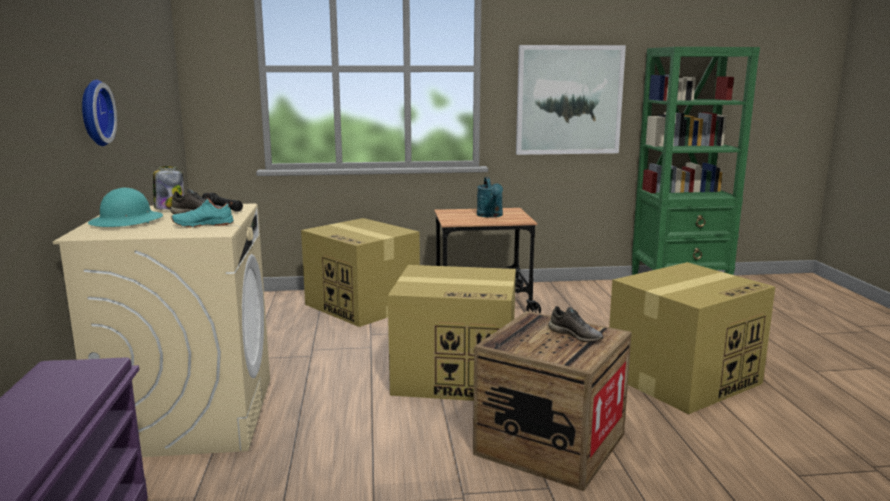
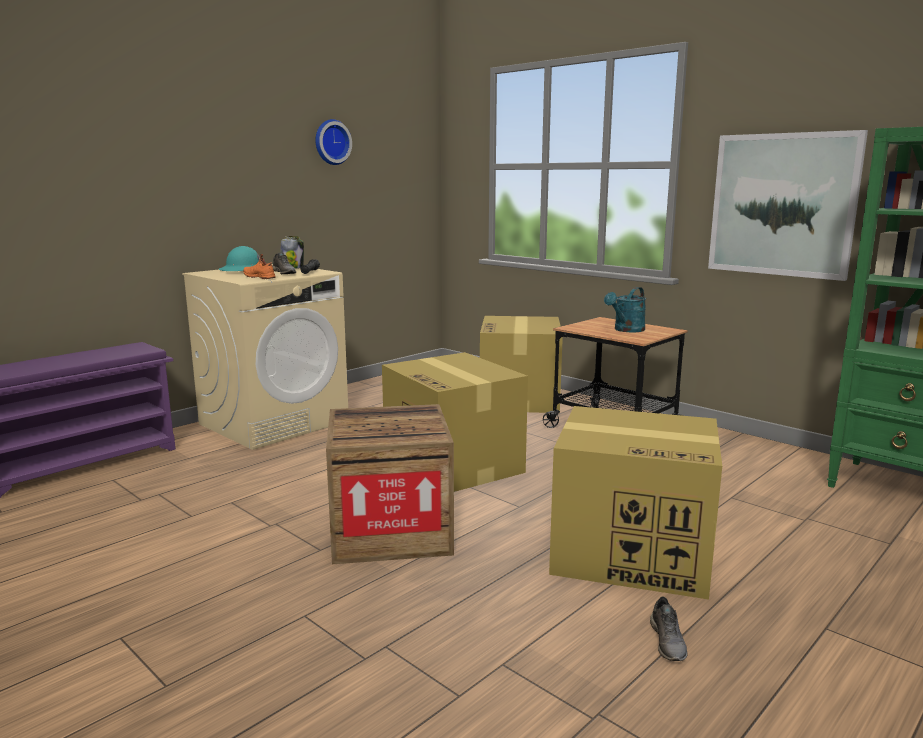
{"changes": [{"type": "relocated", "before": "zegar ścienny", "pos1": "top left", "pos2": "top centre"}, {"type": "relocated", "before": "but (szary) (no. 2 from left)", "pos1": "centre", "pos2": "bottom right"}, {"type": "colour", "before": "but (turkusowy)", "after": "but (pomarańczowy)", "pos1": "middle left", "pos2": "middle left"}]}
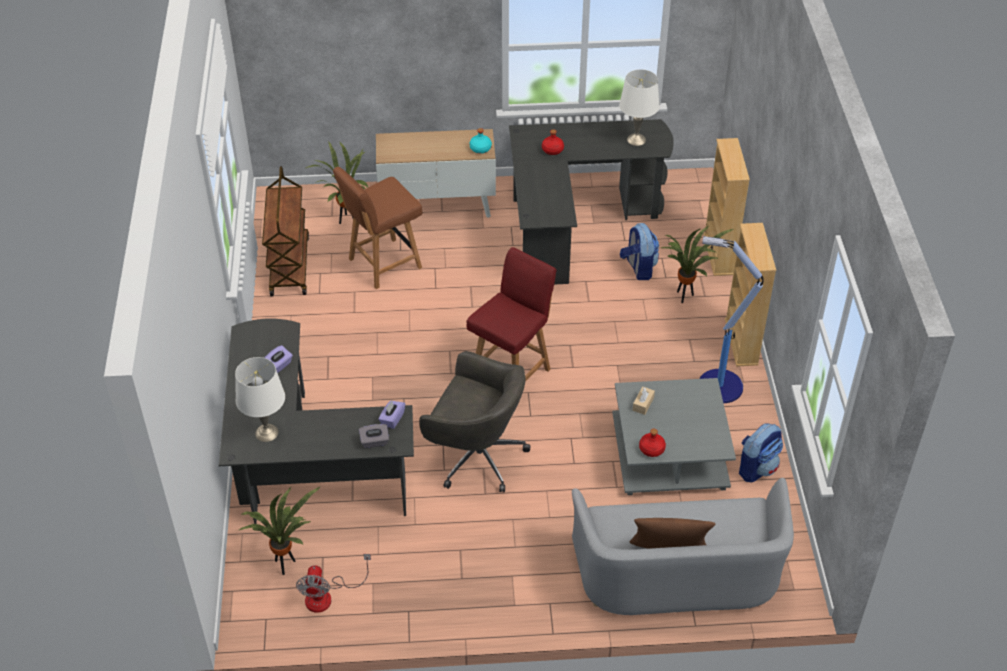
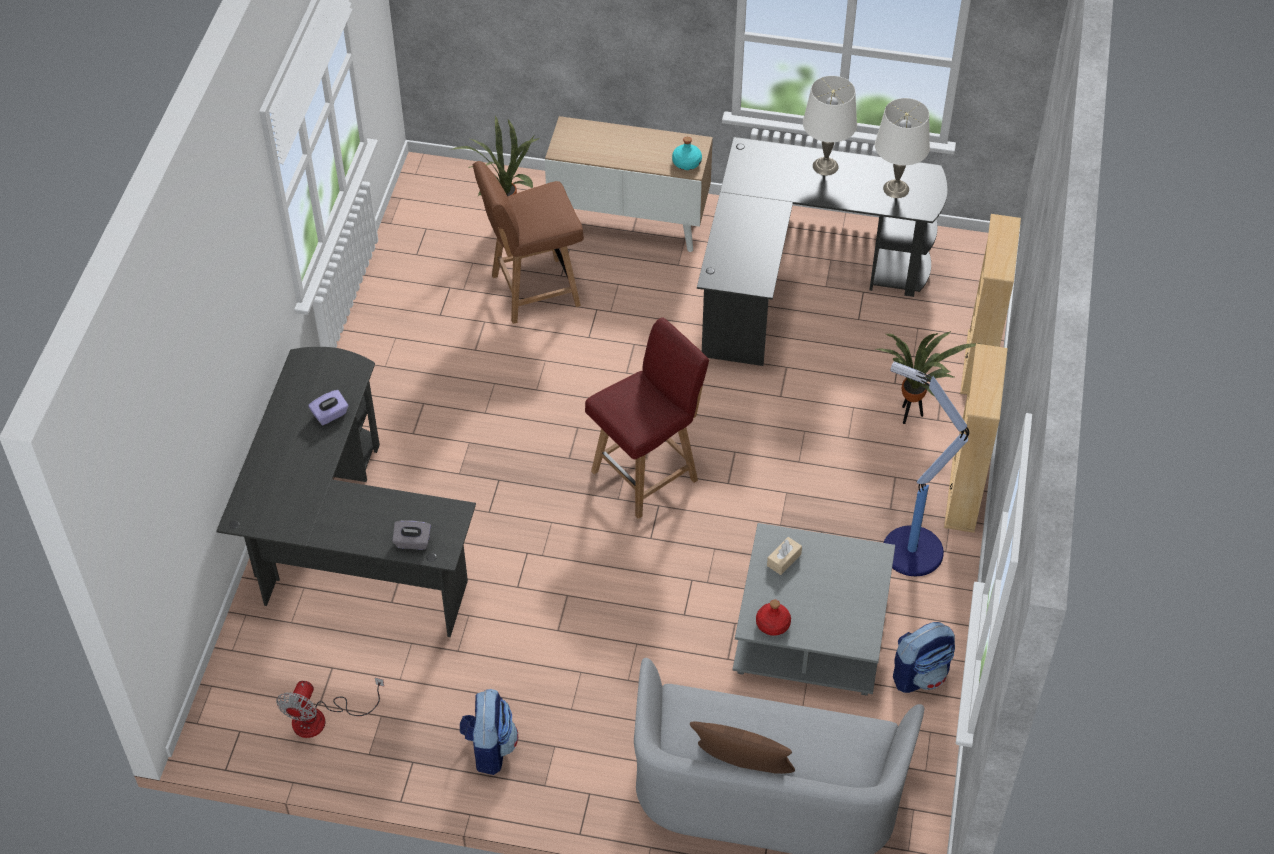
{"changes": [{"type": "missing", "before": "roślina doniczkowa (no. 1 from left)", "pos1": "bottom left"}, {"type": "missing", "before": "wózek (brązowy)", "pos1": "middle left"}, {"type": "missing", "before": "pudełko chusteczek (fioletowy) (no. 2 from left)", "pos1": "centre"}, {"type": "missing", "before": "krzesło biurowe (szary)", "pos1": "centre"}, {"type": "missing", "before": "butelka (czerwony) (no. 1 from left)", "pos1": "top centre"}, {"type": "relocated", "before": "lampa stołowa (biały) (no. 1 from left)", "pos1": "middle left", "pos2": "top centre"}, {"type": "relocated", "before": "plecak (no. 1 from left)", "pos1": "centre", "pos2": "bottom centre"}]}
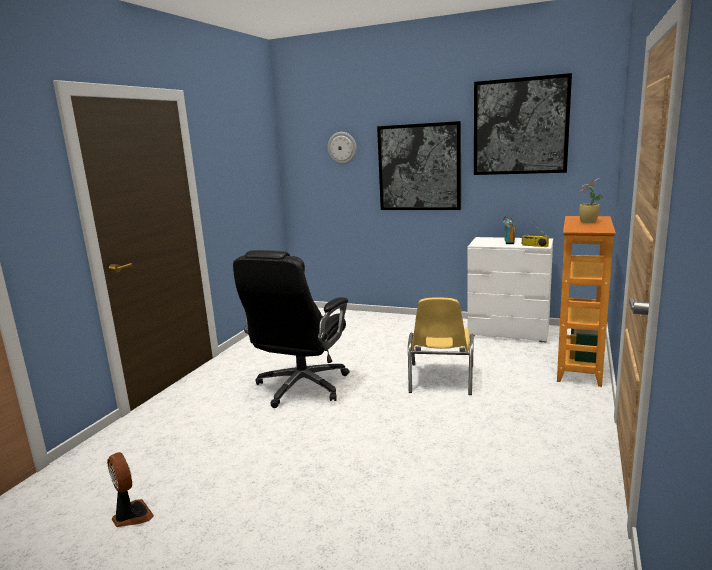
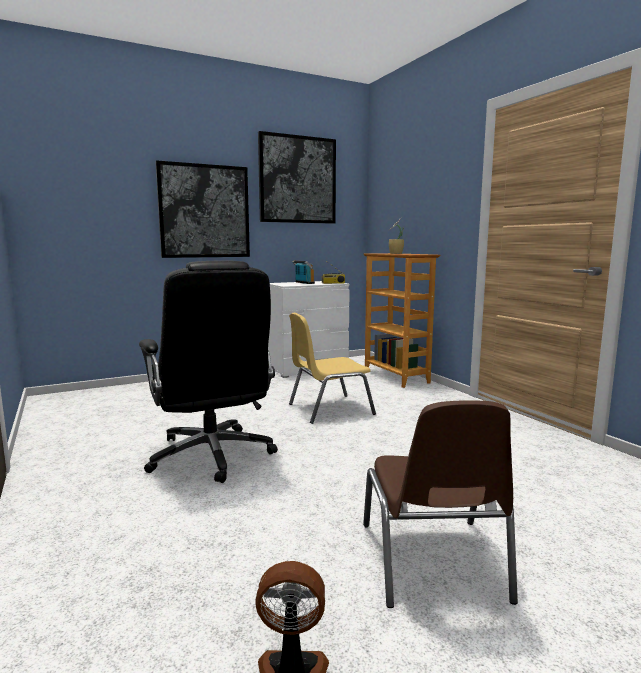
{"changes": [{"type": "missing", "before": "zegar ścienny", "pos1": "top centre"}, {"type": "appeared", "after": "krzesło (brązowy)", "pos2": "bottom right"}, {"type": "spun", "before": "krzesło (żółty)", "pos1": "centre", "pos2": "centre", "turn": 105}]}
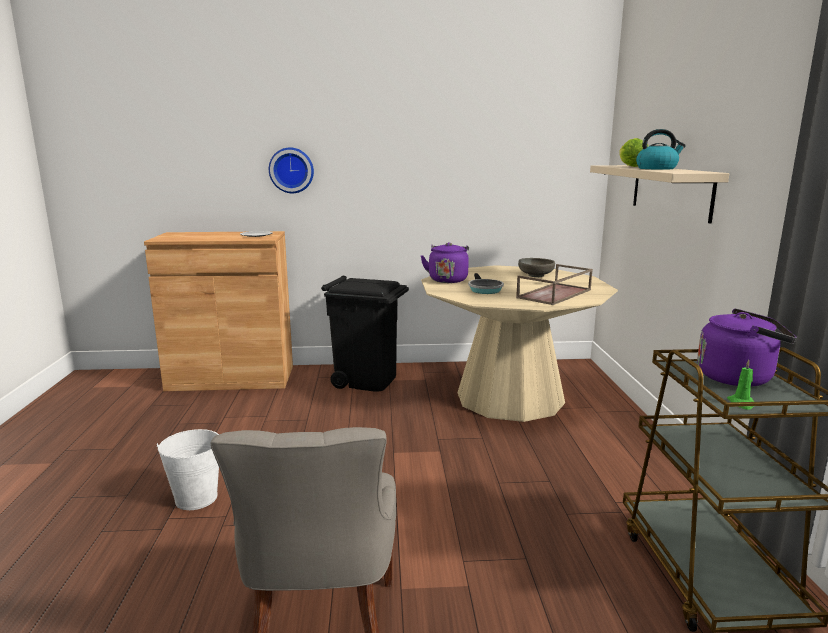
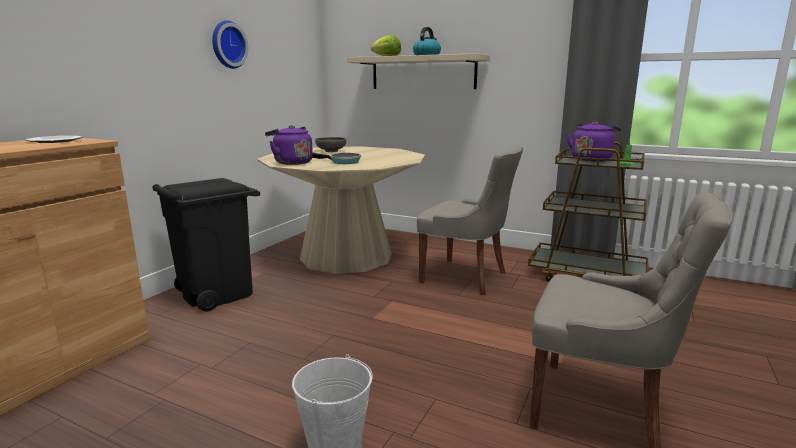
{"changes": [{"type": "missing", "before": "taca (brązowy)", "pos1": "middle right"}, {"type": "appeared", "after": "krzesło (szary) (no. 1 from left)", "pos2": "centre"}, {"type": "relocated", "before": "zegar ścienny", "pos1": "top centre", "pos2": "top left"}]}
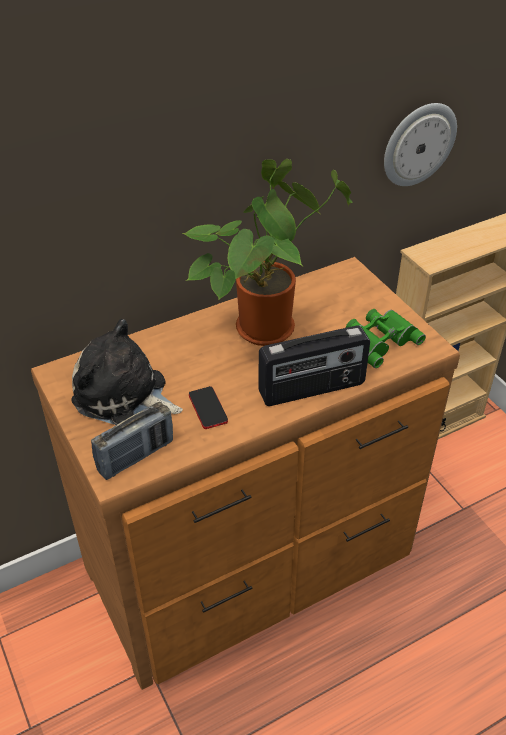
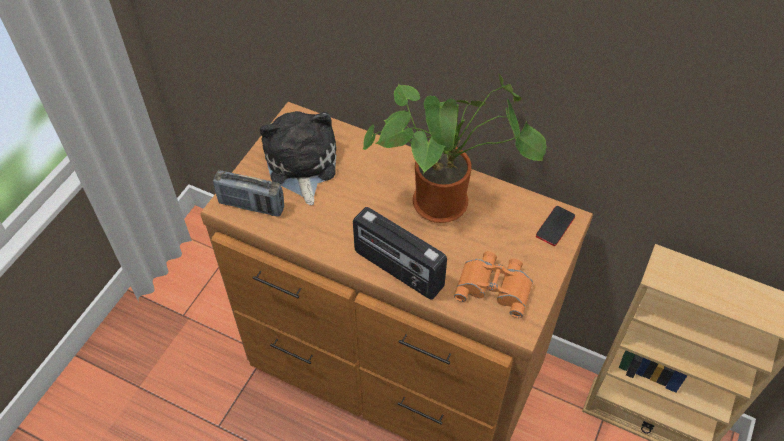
{"changes": [{"type": "missing", "before": "zegar ścienny", "pos1": "top right"}, {"type": "relocated", "before": "telefon", "pos1": "centre", "pos2": "middle right"}, {"type": "colour", "before": "lornetka (zielony)", "after": "lornetka (pomarańczowy)", "pos1": "middle right", "pos2": "centre"}]}
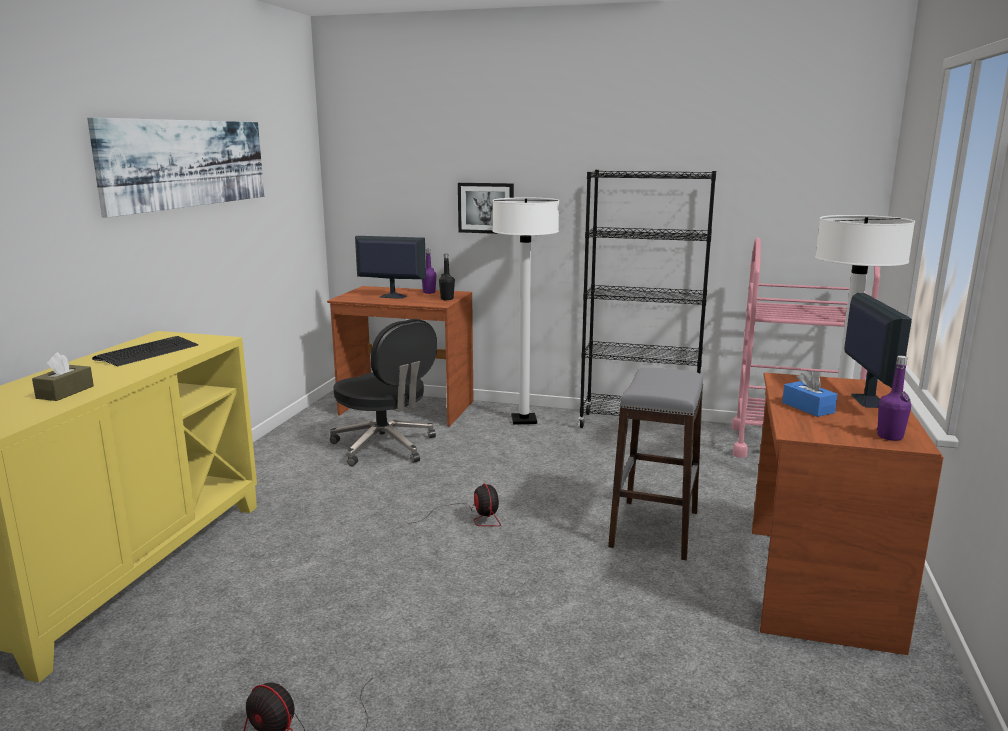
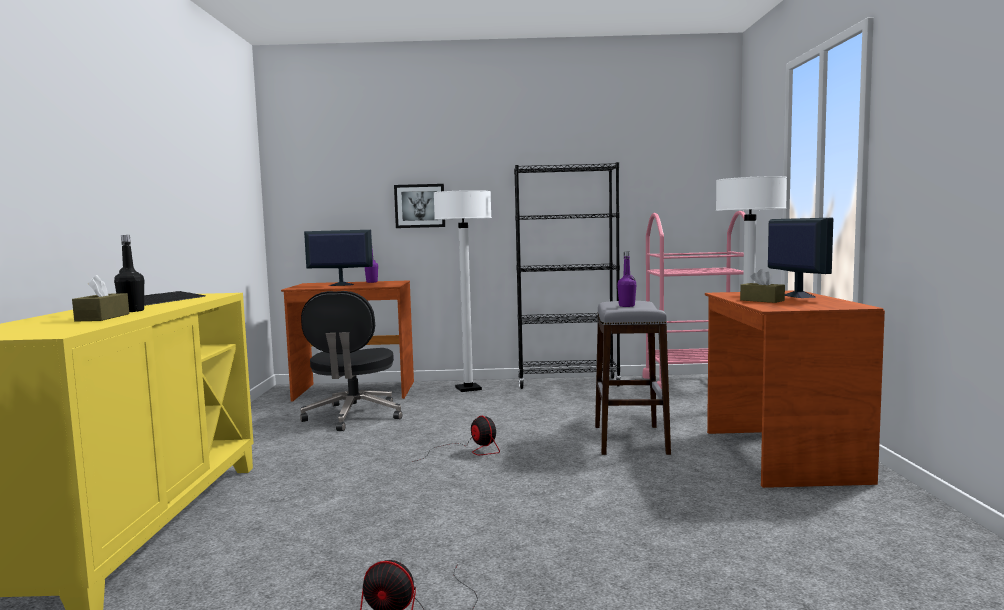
{"changes": [{"type": "missing", "before": "obraz (no. 1 from left)", "pos1": "top left"}, {"type": "relocated", "before": "butelka (czarny)", "pos1": "centre", "pos2": "middle left"}, {"type": "relocated", "before": "butelka (fioletowy) (no. 2 from left)", "pos1": "middle right", "pos2": "centre"}, {"type": "colour", "before": "pudełko chusteczek (niebieski)", "after": "pudełko chusteczek (brązowy) (no. 2 from left)", "pos1": "middle right", "pos2": "middle right"}, {"type": "spun", "before": "krzesło biurowe (czarny)", "pos1": "centre", "pos2": "centre", "turn": 60}]}
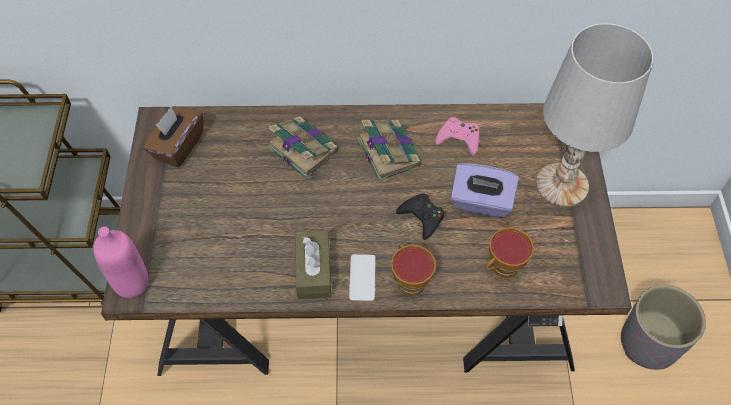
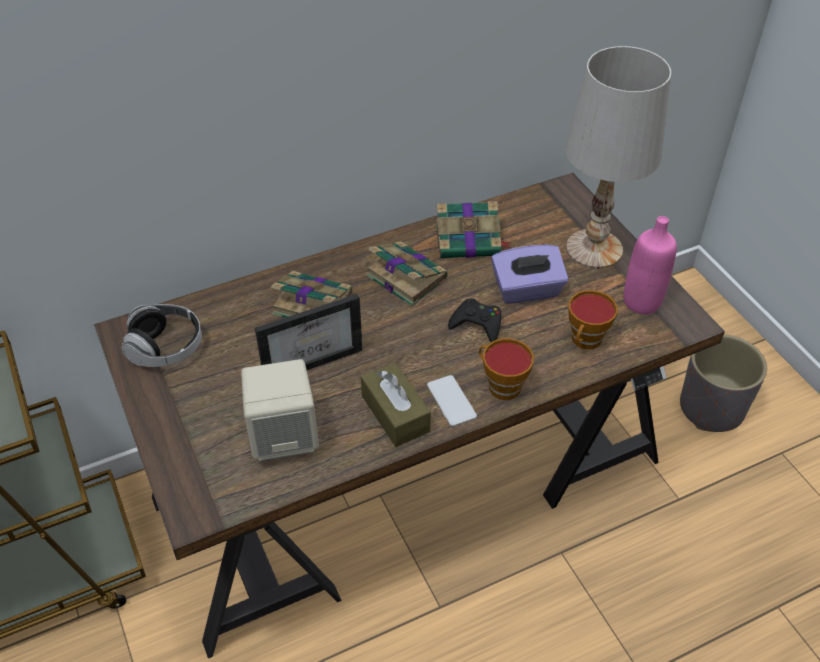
{"changes": [{"type": "appeared", "after": "głośnik (beżowy)", "pos2": "centre"}, {"type": "appeared", "after": "ramka na zdjęcie", "pos2": "centre"}, {"type": "relocated", "before": "butelka (różowy)", "pos1": "middle left", "pos2": "middle right"}, {"type": "exchanged", "before": "pudełko chusteczek (brązowy) (no. 1 from left)", "after": "słuchawki", "pos1": "middle left", "pos2": "middle left"}, {"type": "exchanged", "before": "pad do gier (różowy)", "after": "książka (no. 3 from left)", "pos1": "centre", "pos2": "centre"}]}
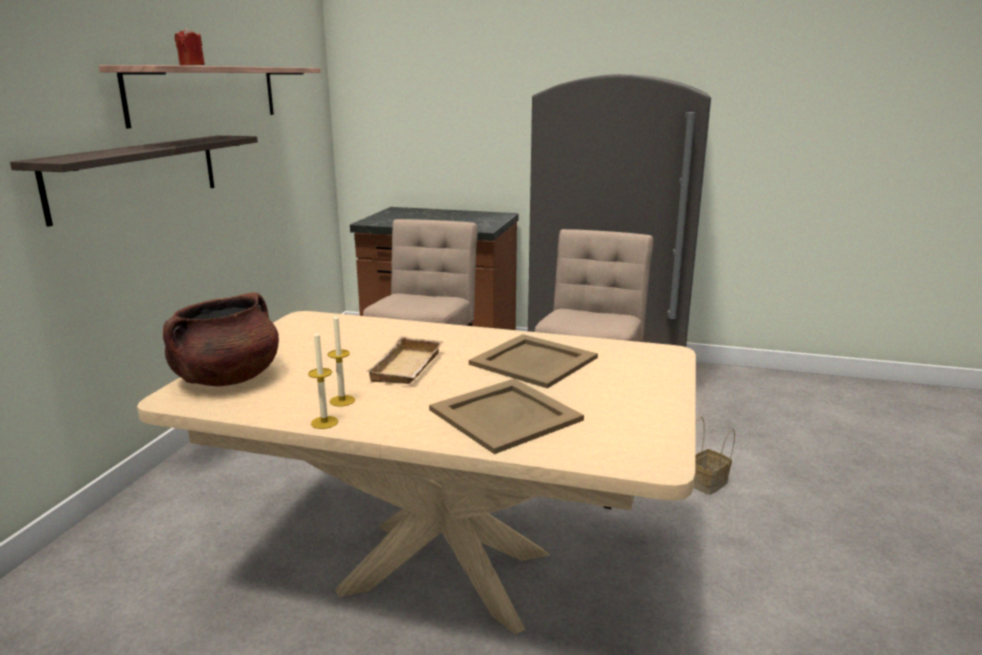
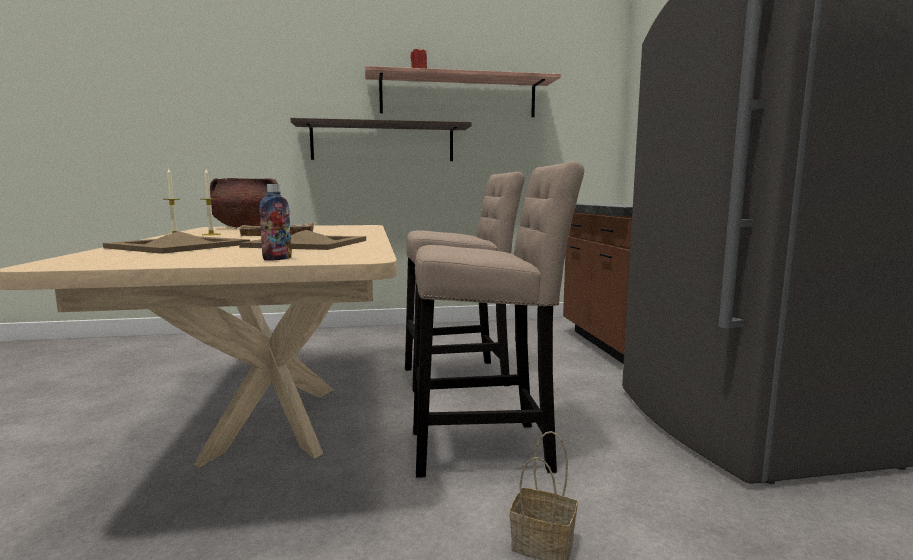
{"changes": [{"type": "appeared", "after": "butelka", "pos2": "middle left"}]}
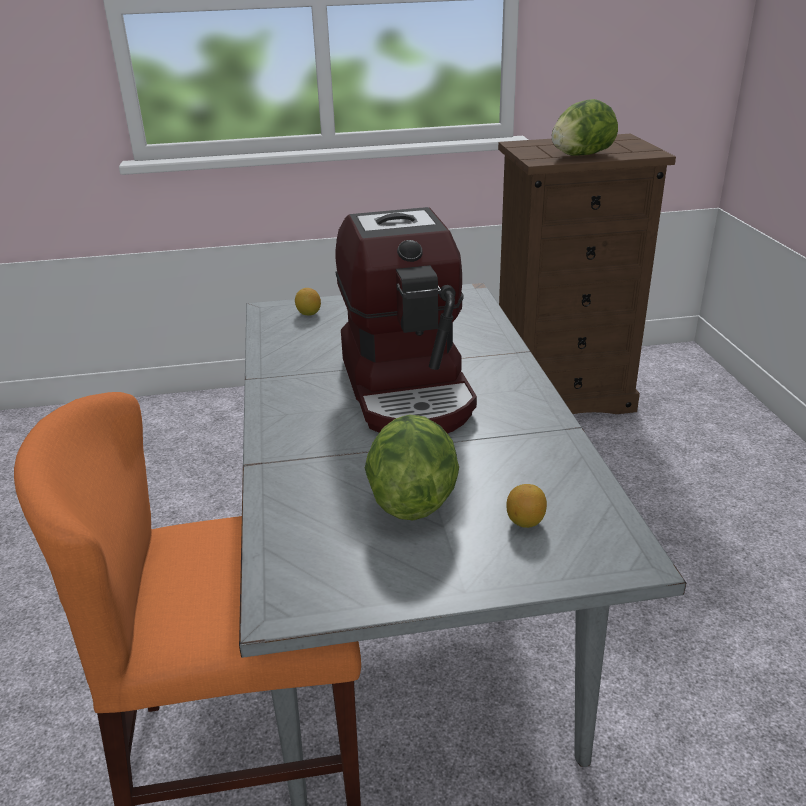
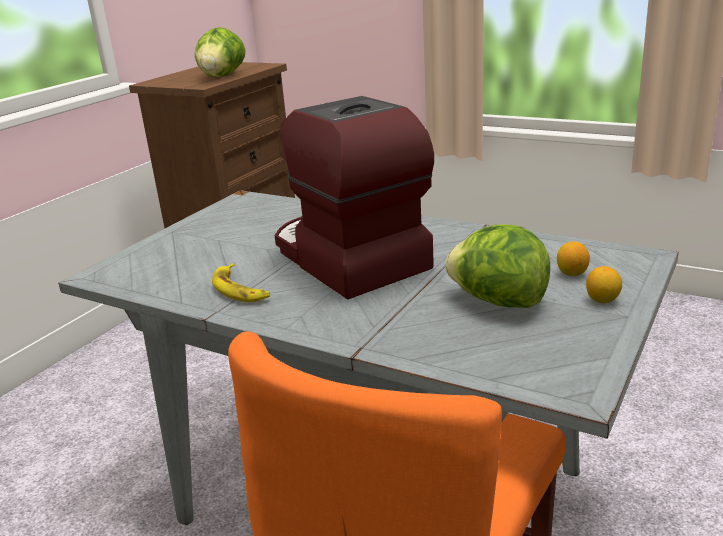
{"changes": [{"type": "appeared", "after": "banan", "pos2": "centre"}, {"type": "relocated", "before": "cytryna (no. 1 from left in the first image)", "after": "cytryna (no. 2 from left)", "pos1": "centre", "pos2": "middle right"}, {"type": "spun", "before": "ekspres do kawy", "pos1": "centre", "pos2": "centre", "turn": -150}]}
